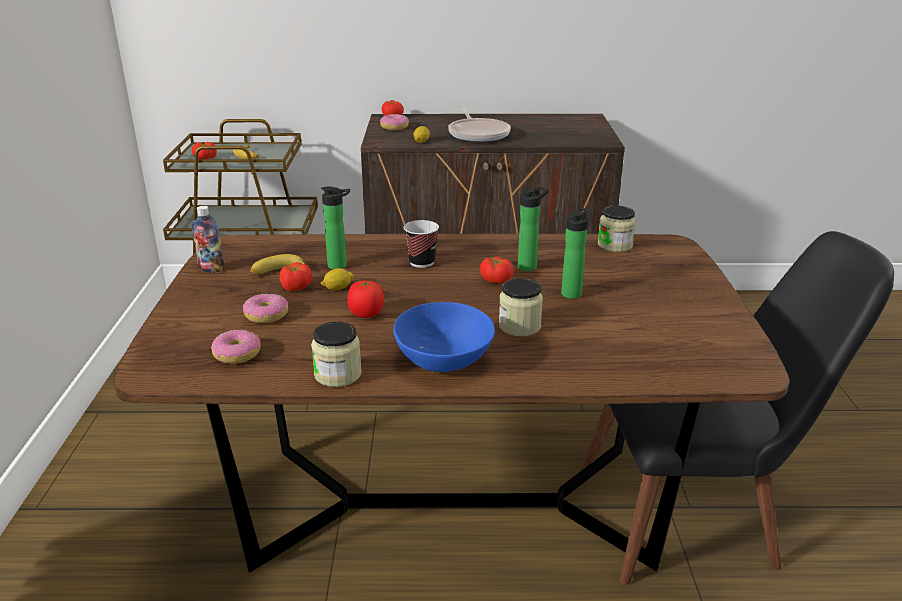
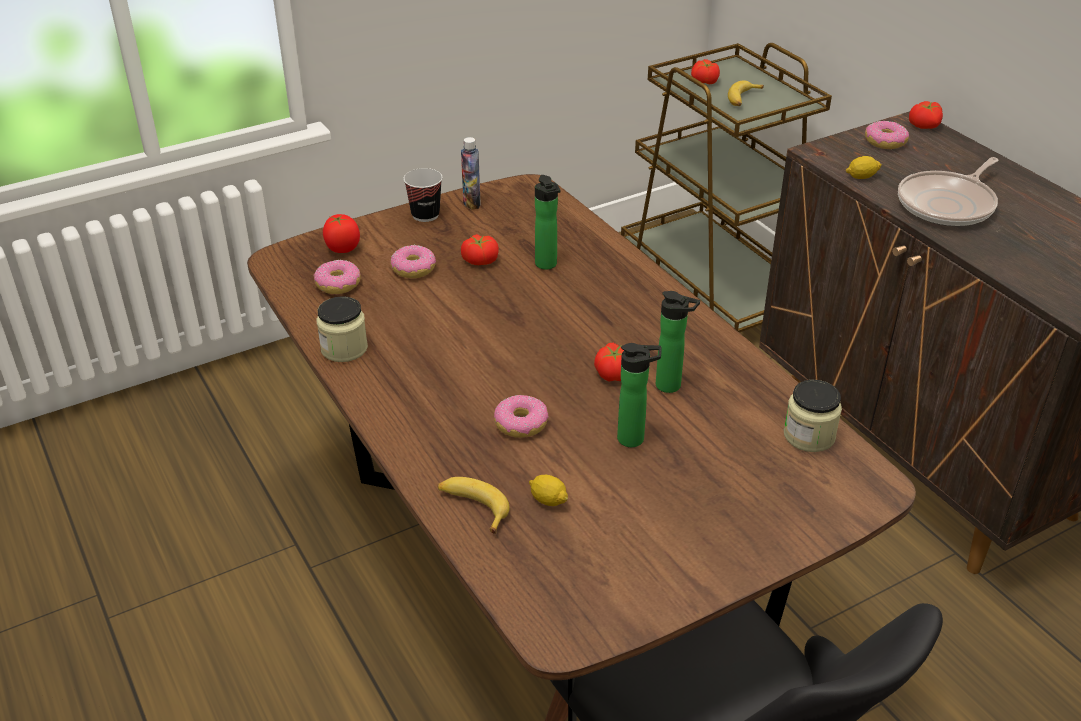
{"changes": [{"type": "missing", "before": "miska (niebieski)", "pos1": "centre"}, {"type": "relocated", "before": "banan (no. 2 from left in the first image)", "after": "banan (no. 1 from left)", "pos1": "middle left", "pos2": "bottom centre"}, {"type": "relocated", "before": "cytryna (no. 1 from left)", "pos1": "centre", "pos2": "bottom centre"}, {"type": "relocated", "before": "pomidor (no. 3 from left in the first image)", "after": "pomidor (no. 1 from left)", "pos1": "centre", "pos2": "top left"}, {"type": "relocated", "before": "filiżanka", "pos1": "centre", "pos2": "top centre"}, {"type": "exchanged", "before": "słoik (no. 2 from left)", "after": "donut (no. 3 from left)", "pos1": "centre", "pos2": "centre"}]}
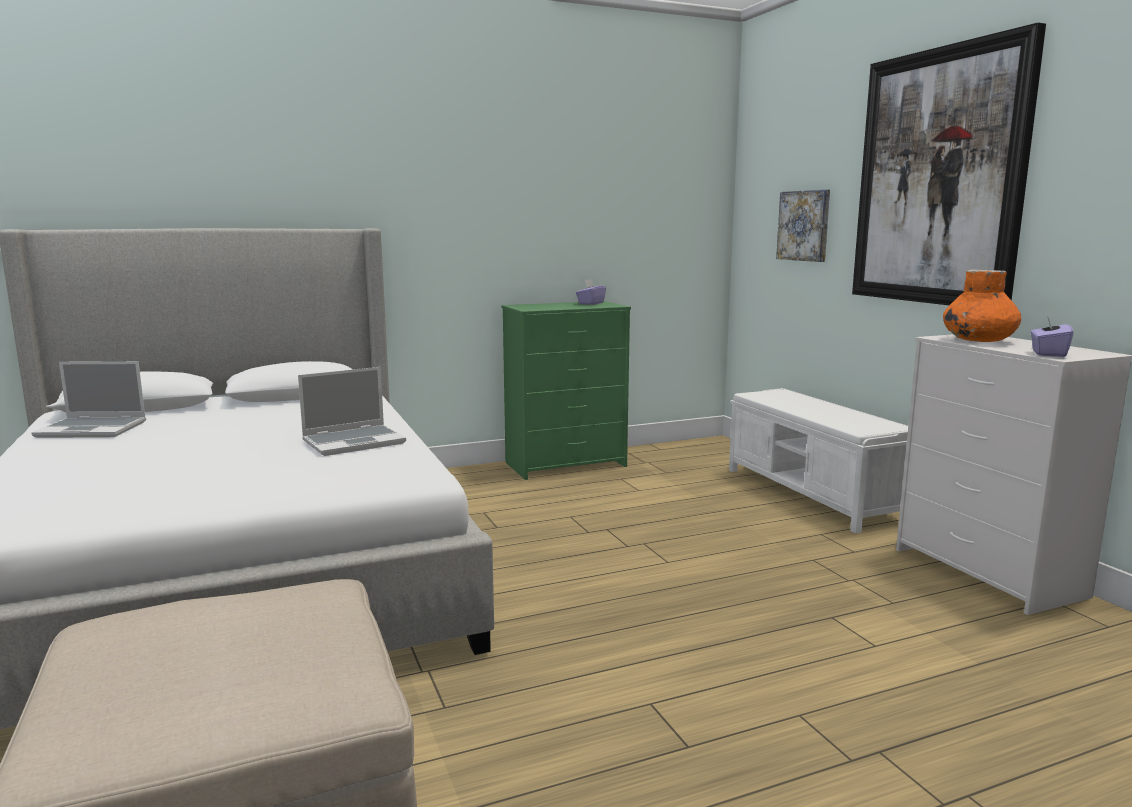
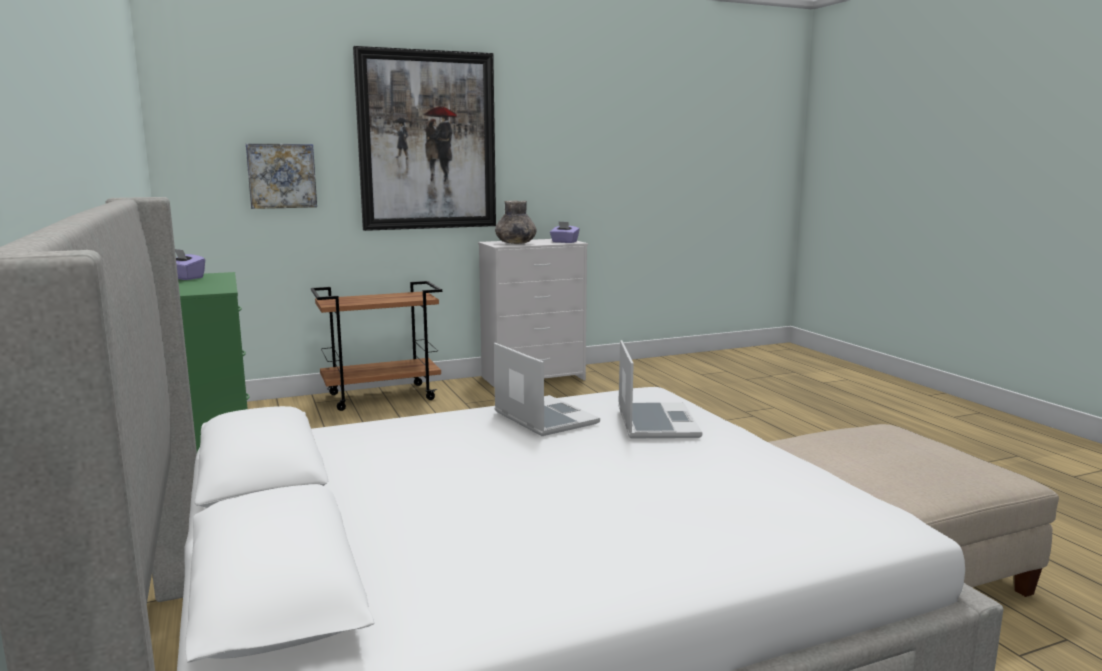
{"changes": [{"type": "relocated", "before": "laptop (no. 1 from left in the first image)", "after": "laptop (no. 2 from left)", "pos1": "middle left", "pos2": "centre"}, {"type": "exchanged", "before": "ławka (biały)", "after": "wózek (brązowy)", "pos1": "middle right", "pos2": "centre"}, {"type": "colour", "before": "wazon (pomarańczowy)", "after": "wazon (szary)", "pos1": "middle right", "pos2": "top centre"}]}
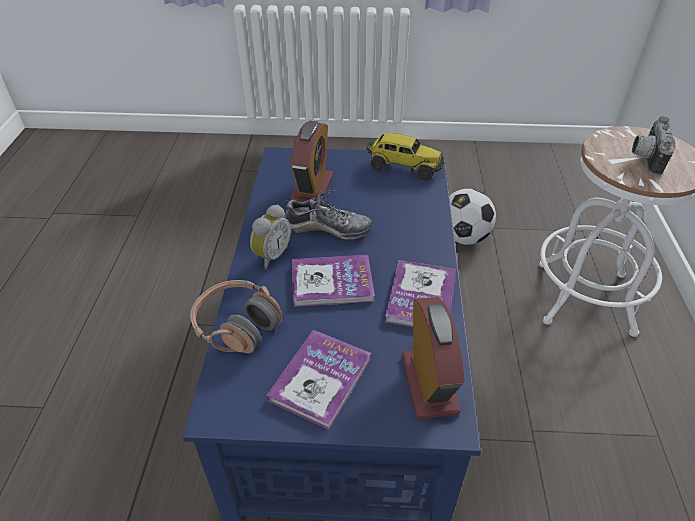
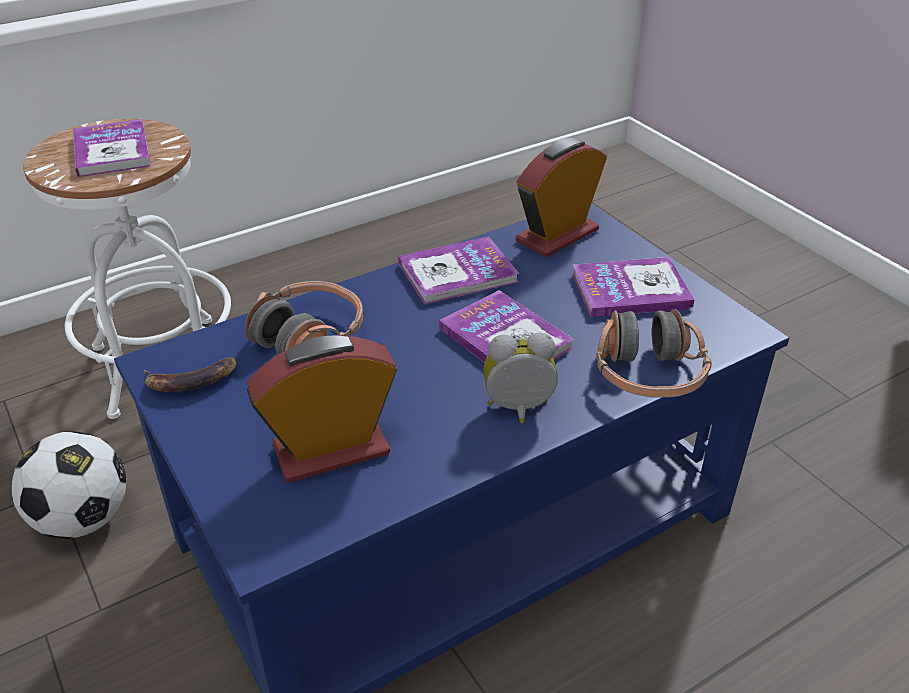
{"changes": [{"type": "missing", "before": "but", "pos1": "centre"}, {"type": "appeared", "after": "słuchawki (no. 1 from left)", "pos2": "centre"}, {"type": "exchanged", "before": "ciężarówka zabawkowa", "after": "banan", "pos1": "top centre", "pos2": "middle left"}, {"type": "exchanged", "before": "aparat fotograficzny", "after": "książka (no. 1 from left)", "pos1": "top right", "pos2": "top left"}]}
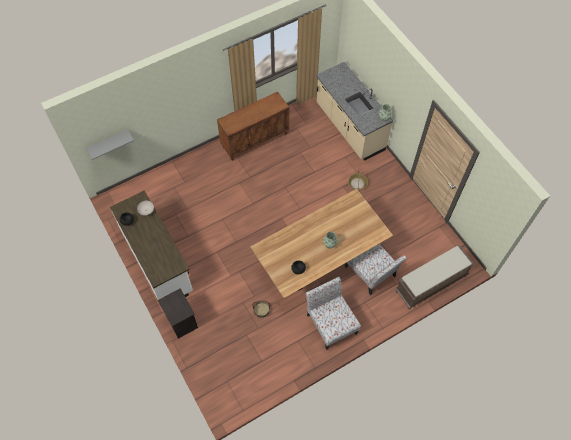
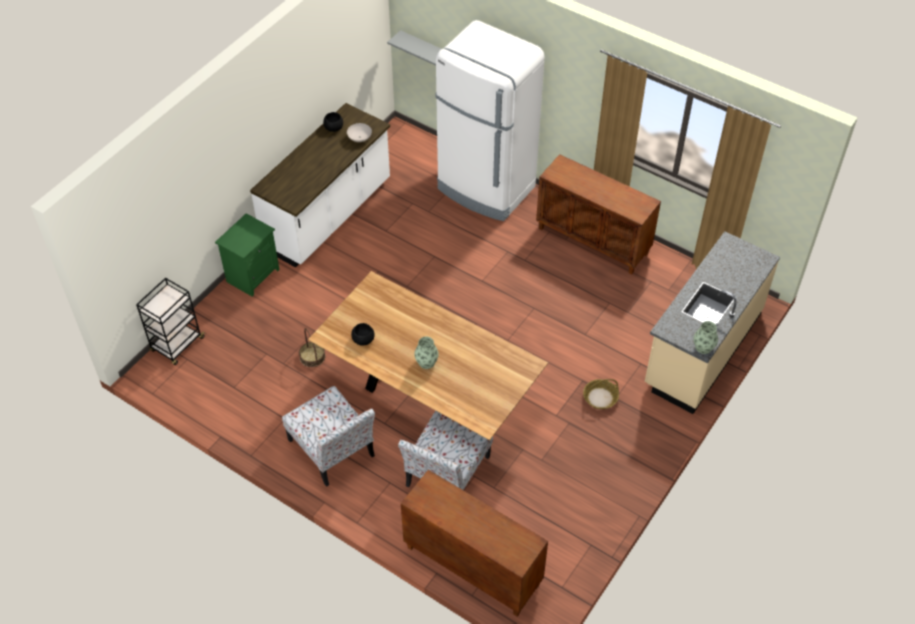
{"changes": [{"type": "appeared", "after": "wózek (czarny)", "pos2": "middle left"}, {"type": "appeared", "after": "lodówka (biały)", "pos2": "top centre"}, {"type": "exchanged", "before": "ławka (brązowy)", "after": "szafka (brązowy) (no. 1 from left)", "pos1": "middle right", "pos2": "bottom centre"}, {"type": "colour", "before": "szafka nocna (czarny)", "after": "szafka nocna (zielony)", "pos1": "bottom left", "pos2": "middle left"}, {"type": "spun", "before": "krzesło (no. 1 from left)", "pos1": "bottom centre", "pos2": "bottom centre", "turn": 105}]}
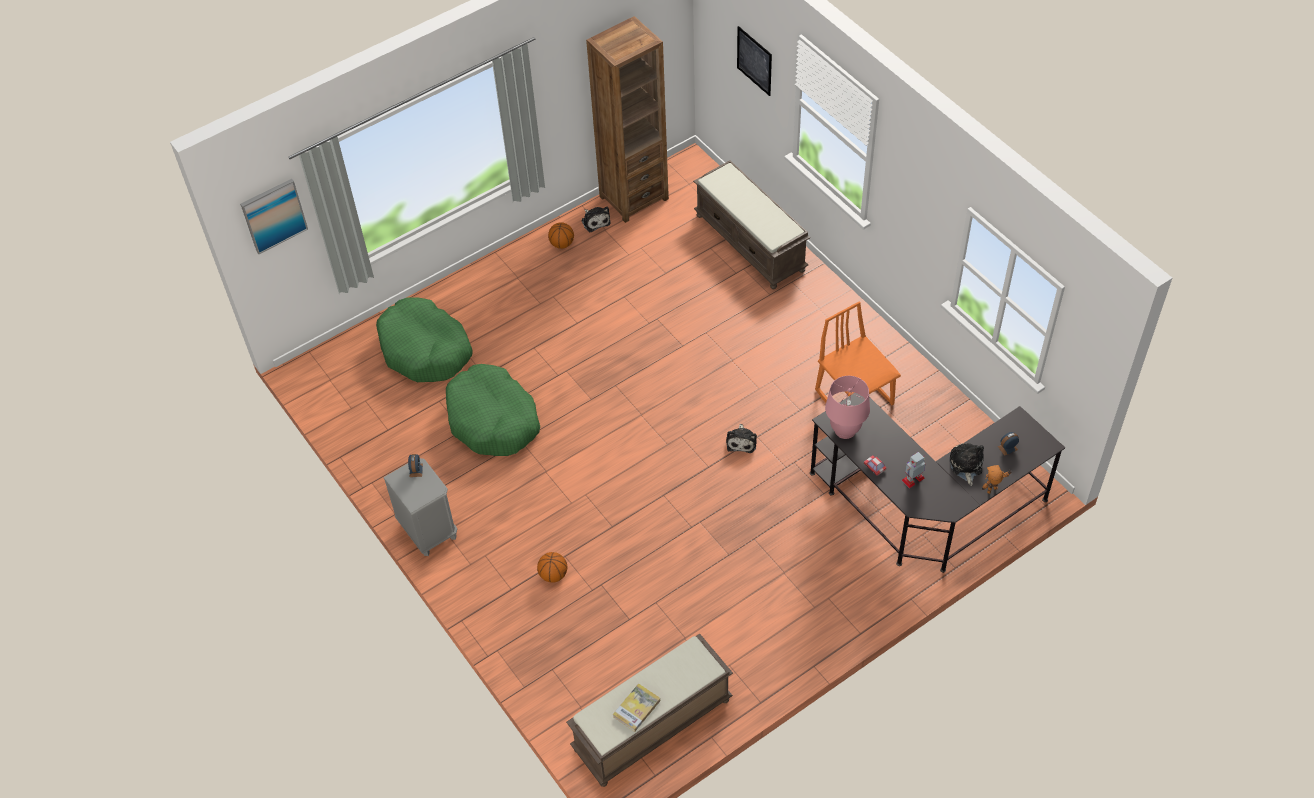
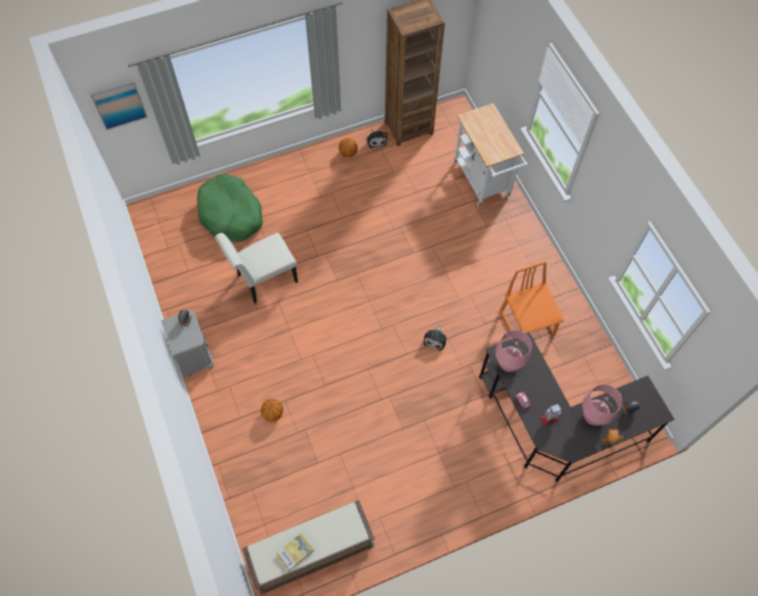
{"changes": [{"type": "missing", "before": "obraz (no. 2 from left)", "pos1": "top centre"}, {"type": "exchanged", "before": "legowisko (zielony) (no. 2 from left)", "after": "krzesło (biały)", "pos1": "centre", "pos2": "centre"}, {"type": "exchanged", "before": "ławka (brązowy) (no. 2 from left)", "after": "wózek (biały)", "pos1": "top centre", "pos2": "top centre"}, {"type": "exchanged", "before": "pluszak (no. 3 from left)", "after": "lampa stołowa (różowy) (no. 2 from left)", "pos1": "middle right", "pos2": "bottom right"}]}
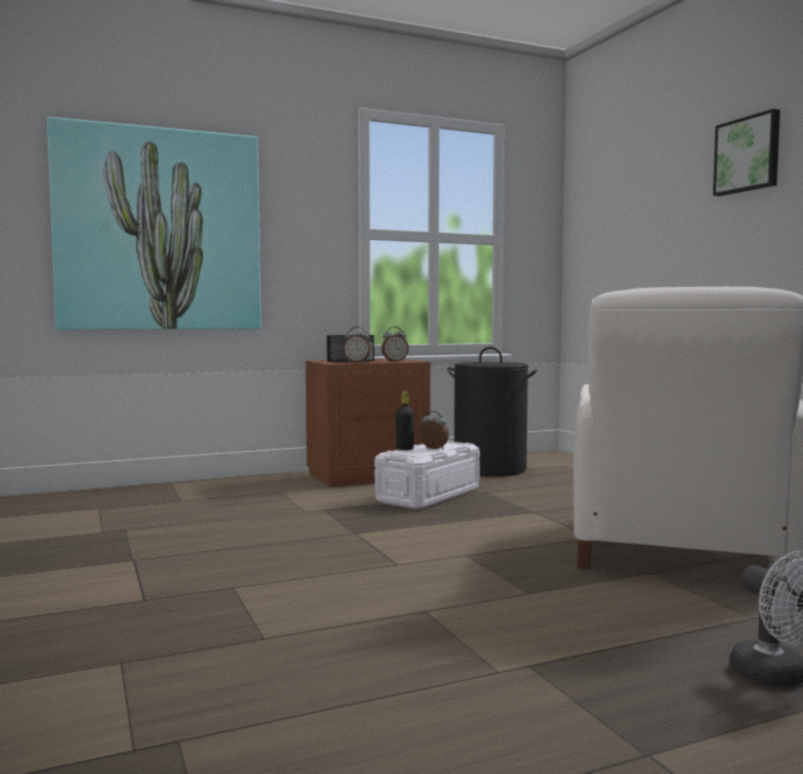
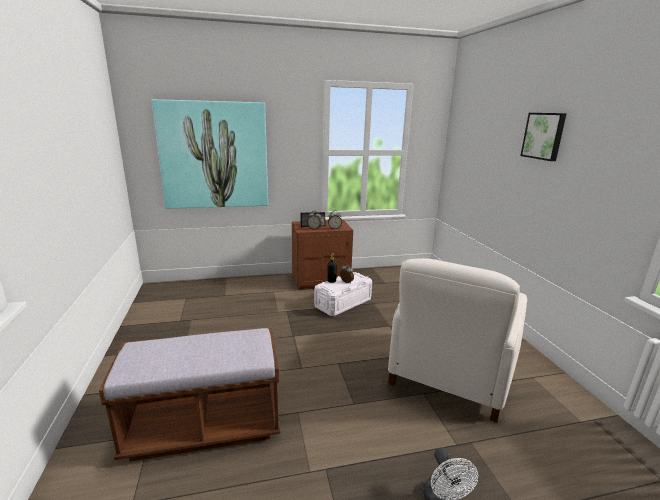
{"changes": [{"type": "missing", "before": "kosz na pranie (czarny)", "pos1": "centre"}, {"type": "appeared", "after": "ławka (brązowy)", "pos2": "bottom left"}]}
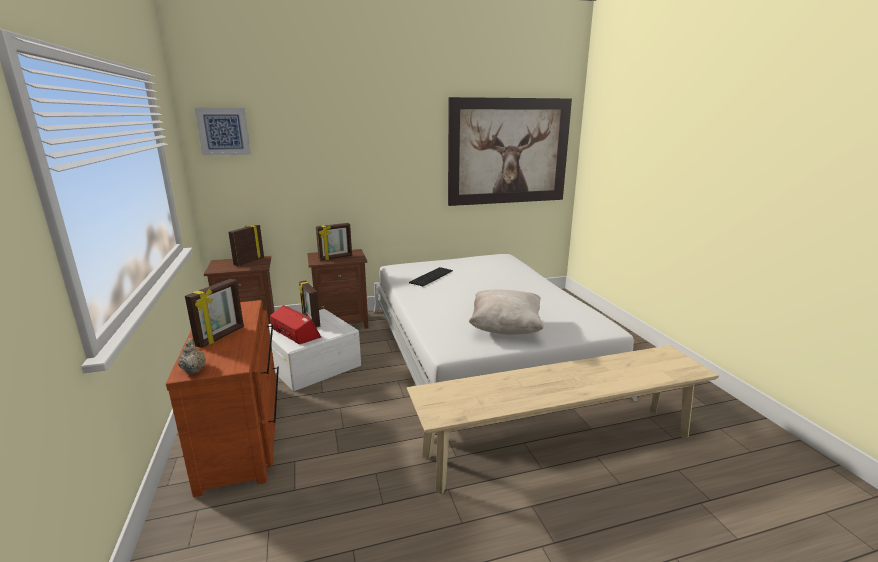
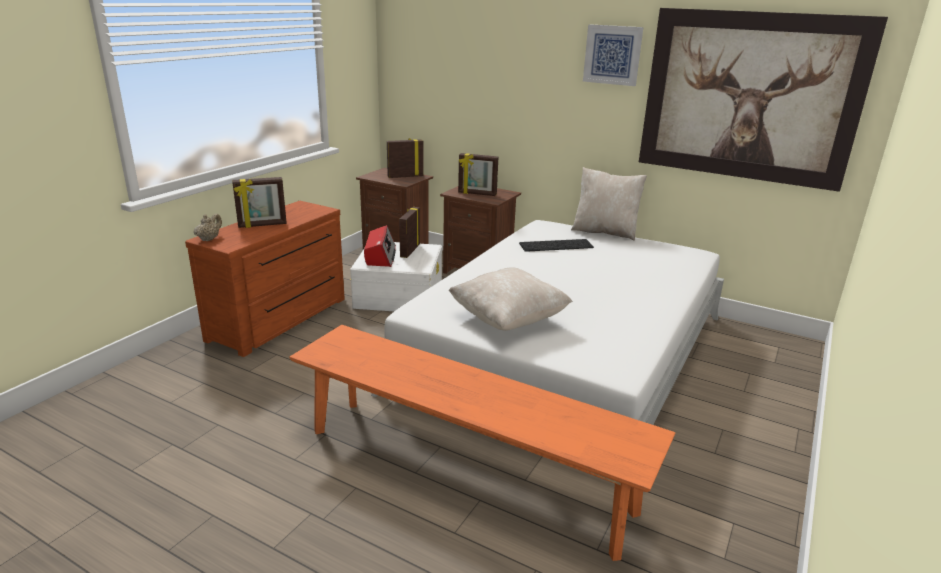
{"changes": [{"type": "appeared", "after": "poduszka (beżowy) (no. 2 from left)", "pos2": "centre"}, {"type": "relocated", "before": "obraz (no. 1 from left)", "pos1": "top left", "pos2": "top centre"}, {"type": "colour", "before": "ławka (beżowy)", "after": "ławka (pomarańczowy)", "pos1": "bottom centre", "pos2": "bottom centre"}]}
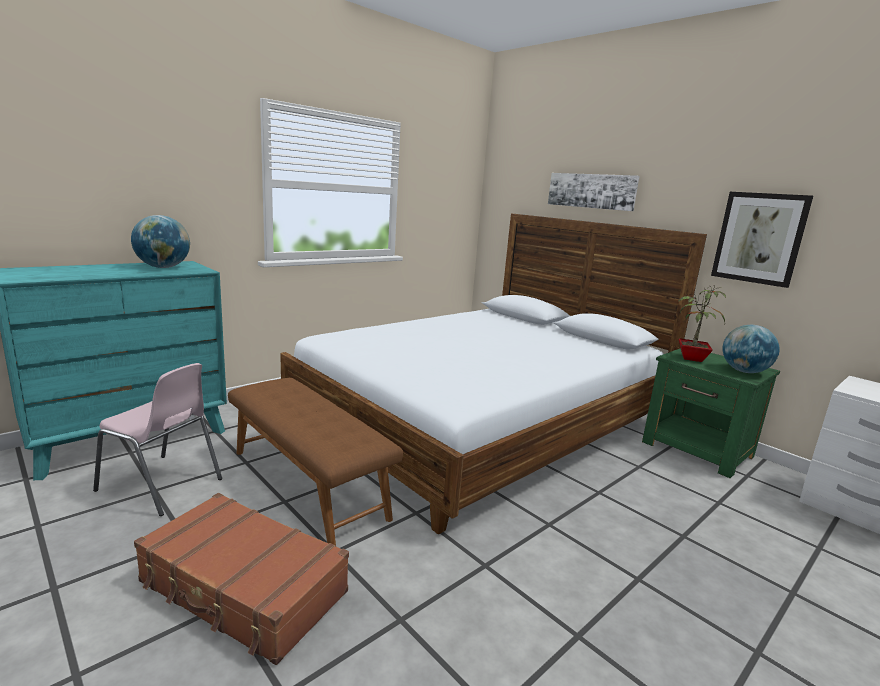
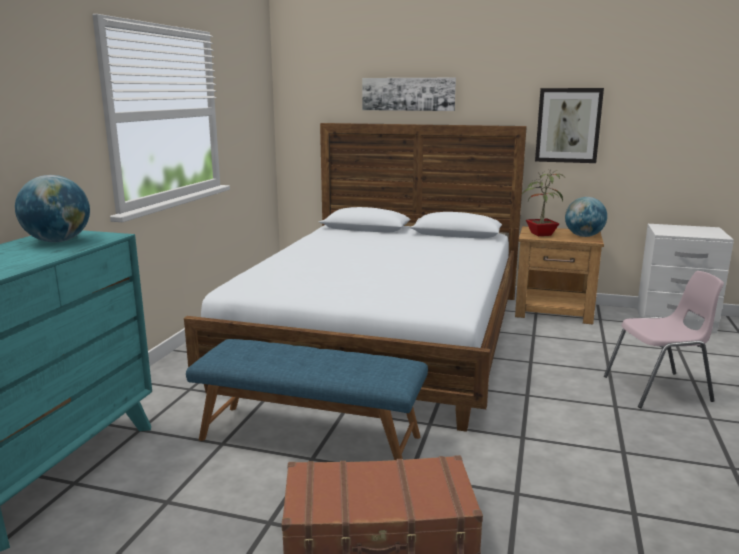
{"changes": [{"type": "relocated", "before": "krzesło (różowy)", "pos1": "middle left", "pos2": "middle right"}, {"type": "colour", "before": "ławka (brązowy)", "after": "ławka (niebieski)", "pos1": "bottom centre", "pos2": "bottom centre"}, {"type": "colour", "before": "szafka nocna (zielony)", "after": "szafka nocna (brązowy)", "pos1": "middle right", "pos2": "middle right"}]}
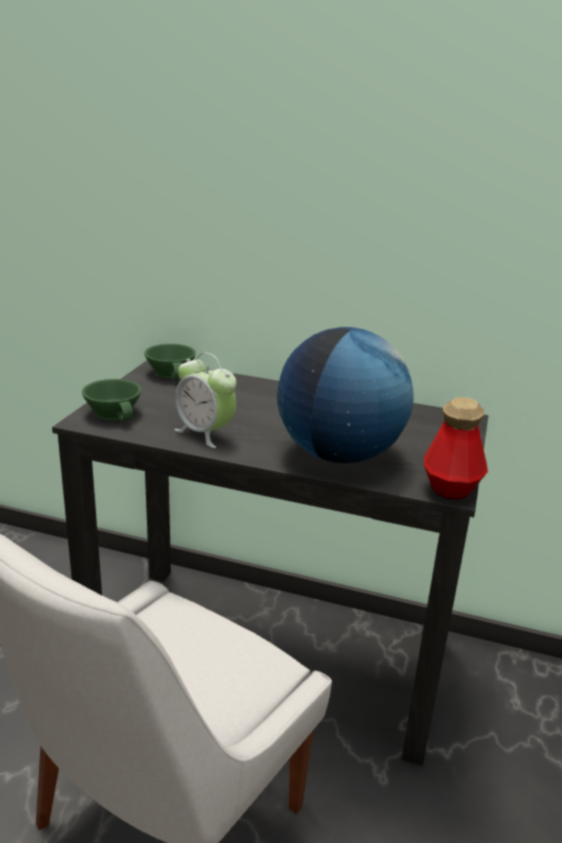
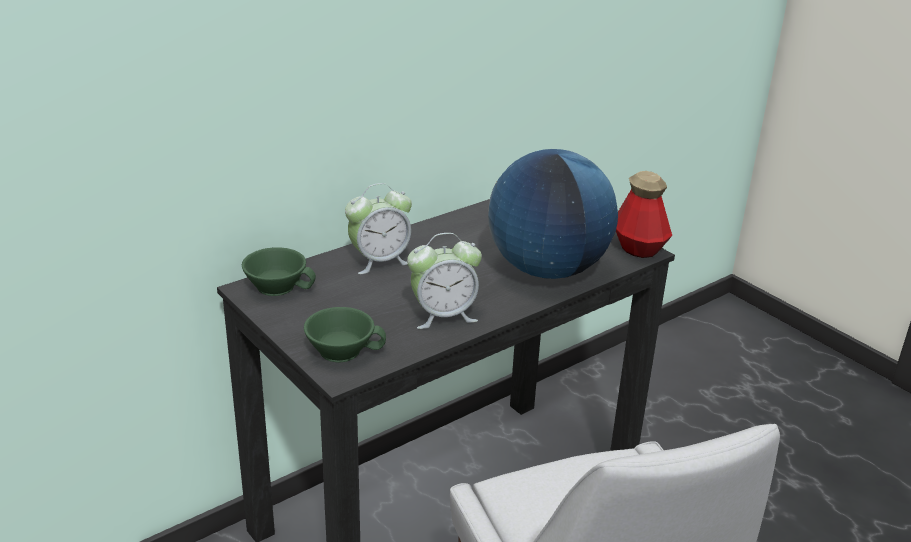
{"changes": [{"type": "appeared", "after": "budzik (no. 1 from left)", "pos2": "centre"}]}
